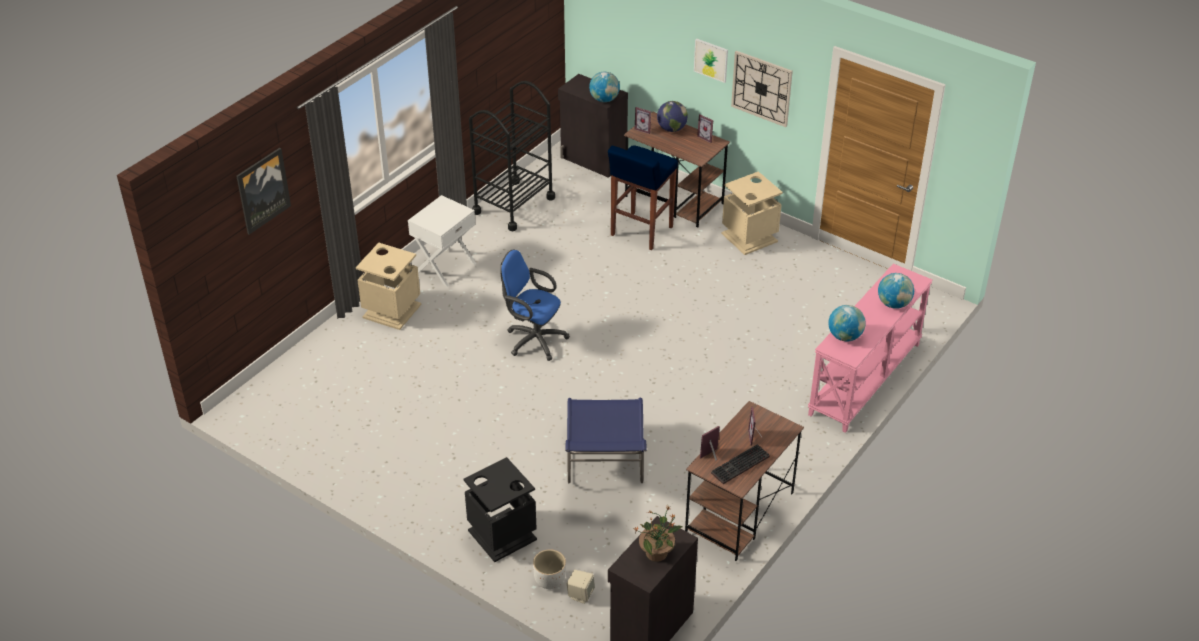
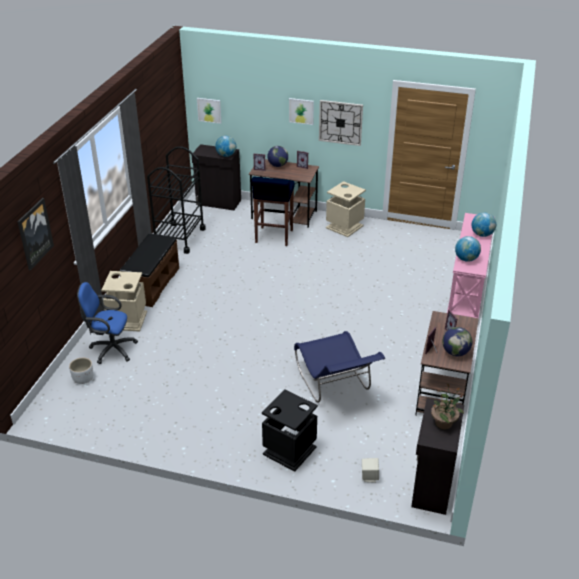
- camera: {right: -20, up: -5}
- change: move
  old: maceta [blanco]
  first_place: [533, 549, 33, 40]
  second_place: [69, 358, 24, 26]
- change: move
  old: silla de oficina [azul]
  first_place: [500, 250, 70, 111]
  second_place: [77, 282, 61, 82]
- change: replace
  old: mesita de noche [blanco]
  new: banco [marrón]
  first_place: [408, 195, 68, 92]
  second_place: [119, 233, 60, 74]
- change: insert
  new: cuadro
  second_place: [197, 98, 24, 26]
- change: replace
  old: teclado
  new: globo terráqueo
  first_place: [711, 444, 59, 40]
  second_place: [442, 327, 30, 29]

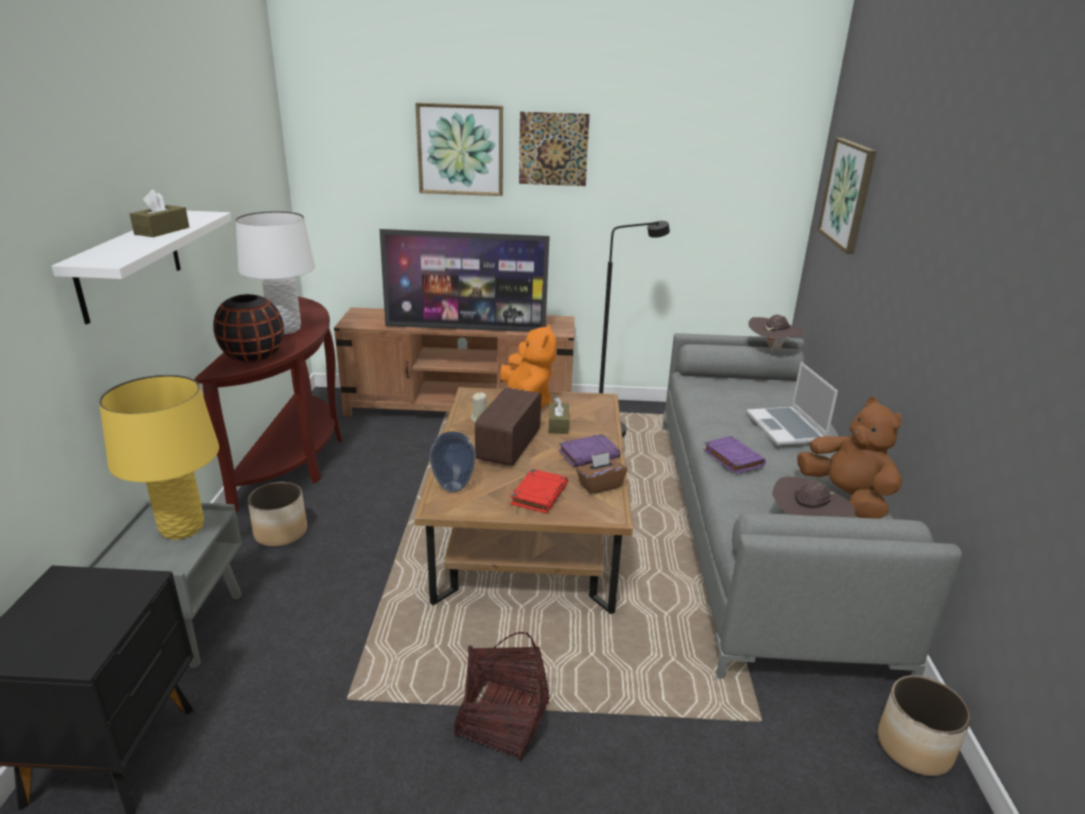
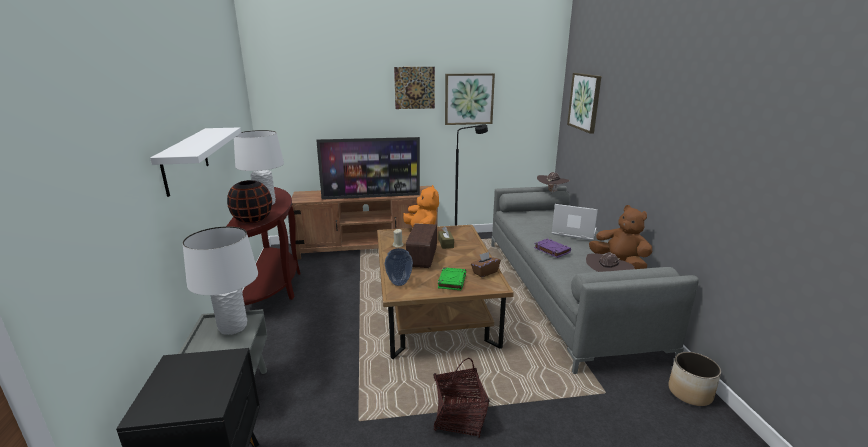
- camera: {right: -10, up: -5}
- change: recolor
  old: lámpara de mesa [amarillo]
  new: lámpara de mesa [blanco]
  first_place: [99, 375, 120, 165]
  second_place: [183, 226, 75, 109]
- change: recolor
  old: libro [rojo]
  new: libro [verde]
  first_place: [510, 469, 58, 44]
  second_place: [438, 267, 28, 23]
- change: move
  old: cuadro
  first_place: [415, 103, 88, 93]
  second_place: [445, 73, 50, 52]
- change: rotate
  old: portátil
  first_place: [746, 362, 92, 83]
  second_place: [552, 204, 46, 36]
  degrees: 135
- change: delete
  old: caja de pañuelos [marrón]
  first_place: [130, 190, 59, 47]
- change: delete
  old: maceta
  first_place: [248, 482, 59, 64]
- change: delete
  old: libro [morado]
  first_place: [559, 434, 61, 33]

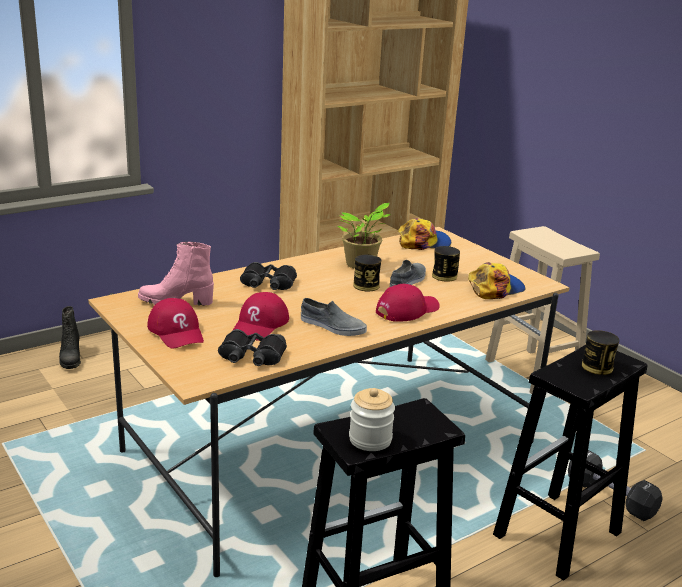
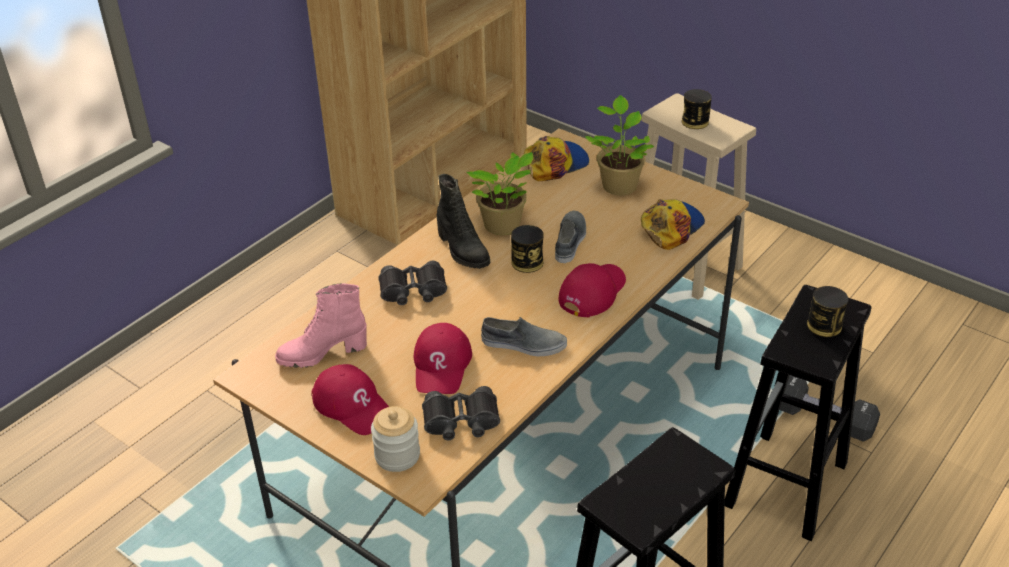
- camera: {right: -15, up: 15}
- change: move
  old: tarro
  first_place: [349, 388, 46, 63]
  second_place: [371, 406, 49, 66]
- change: move
  old: bota [negro]
  first_place: [59, 306, 22, 63]
  second_place: [437, 174, 53, 95]
- change: insert
  new: planta en maceta
  second_place: [585, 95, 69, 100]
- change: move
  old: lata
  first_place: [432, 246, 28, 36]
  second_place: [681, 89, 31, 40]

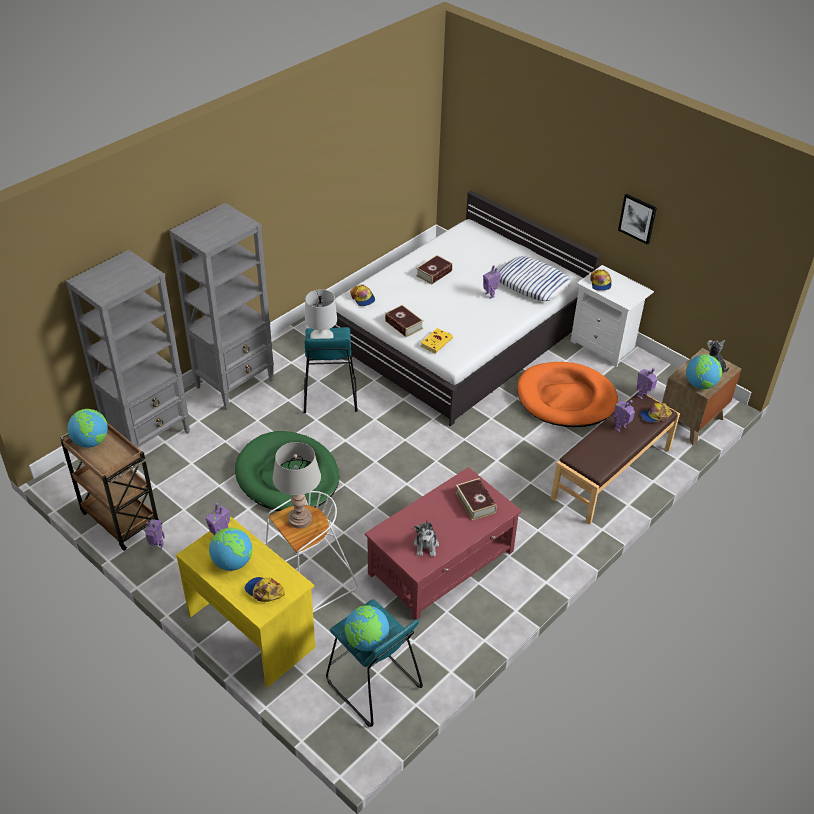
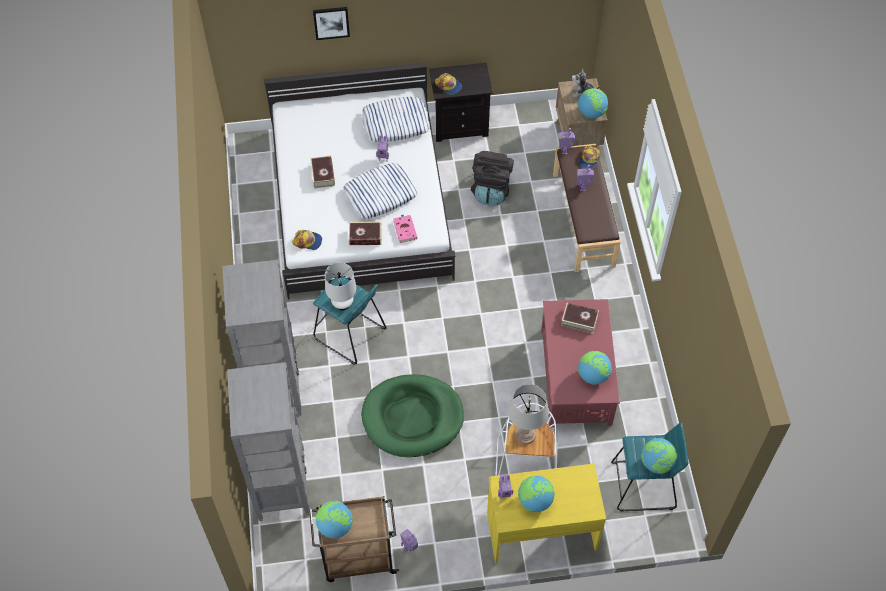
- camera: {right: -50, up: 15}
- change: move
  old: cuadro
  first_place: [618, 194, 39, 51]
  second_place: [313, 7, 37, 33]
- change: insert
  new: cojín
  second_place: [344, 163, 73, 56]
- change: recolor
  old: libro [amarillo]
  new: libro [rosa]
  first_place: [420, 328, 33, 25]
  second_place: [393, 215, 25, 28]
- change: recolor
  old: mesita de noche [blanco]
  new: mesita de noche [negro]
  first_place: [570, 265, 84, 102]
  second_place: [429, 63, 64, 79]
- change: replace
  old: cama para perro [naranja]
  new: mochila [negro]
  first_place: [517, 362, 101, 65]
  second_place: [471, 151, 43, 55]
- change: replace
  old: peluche
  new: globo terráqueo
  first_place: [414, 520, 25, 37]
  second_place: [578, 351, 34, 34]
- change: delete
  old: gorra
  first_place: [244, 577, 41, 25]

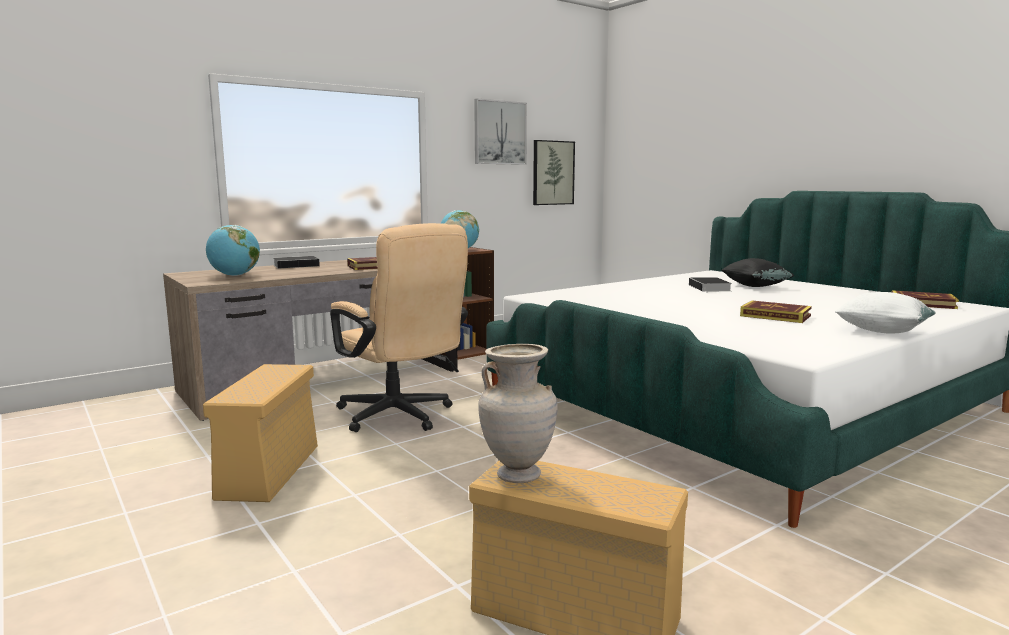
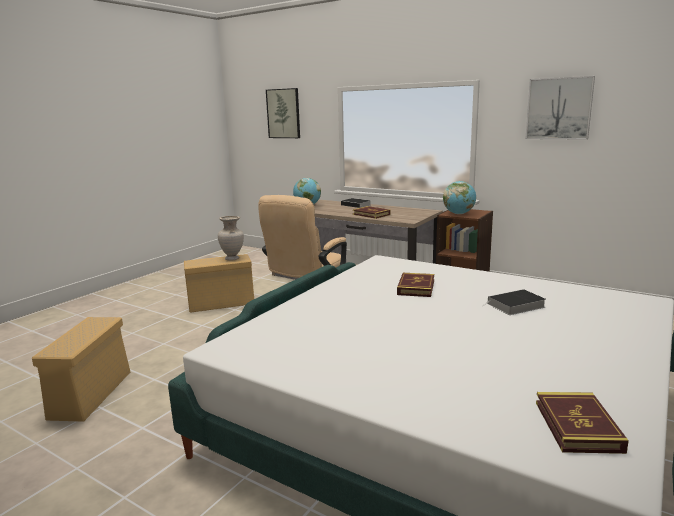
- camera: {right: 70, up: 5}
- change: move
  old: florero [beis]
  first_place: [478, 344, 80, 139]
  second_place: [218, 216, 26, 44]
- change: move
  old: cuadro
  first_place: [533, 140, 42, 65]
  second_place: [266, 88, 34, 50]
- change: move
  old: libro
  first_place: [740, 301, 72, 22]
  second_place: [397, 273, 37, 24]
- change: delete
  old: cojín [negro]
  first_place: [721, 258, 74, 29]
- change: delete
  old: cojín [blanco]
  first_place: [835, 292, 101, 41]

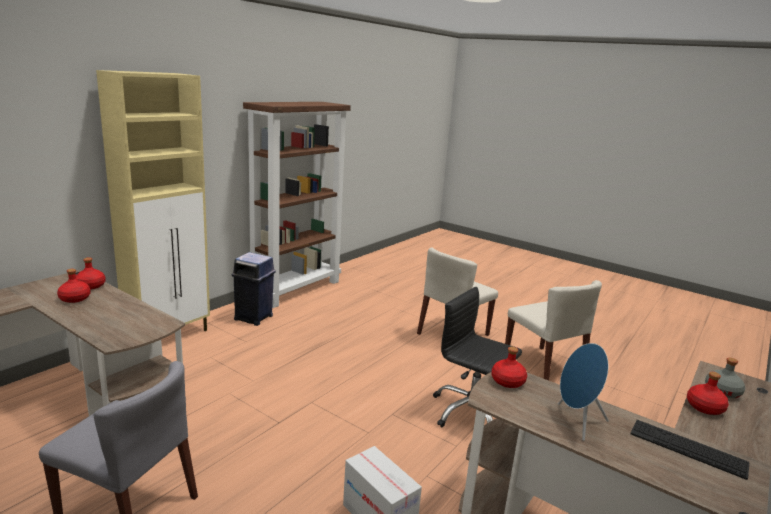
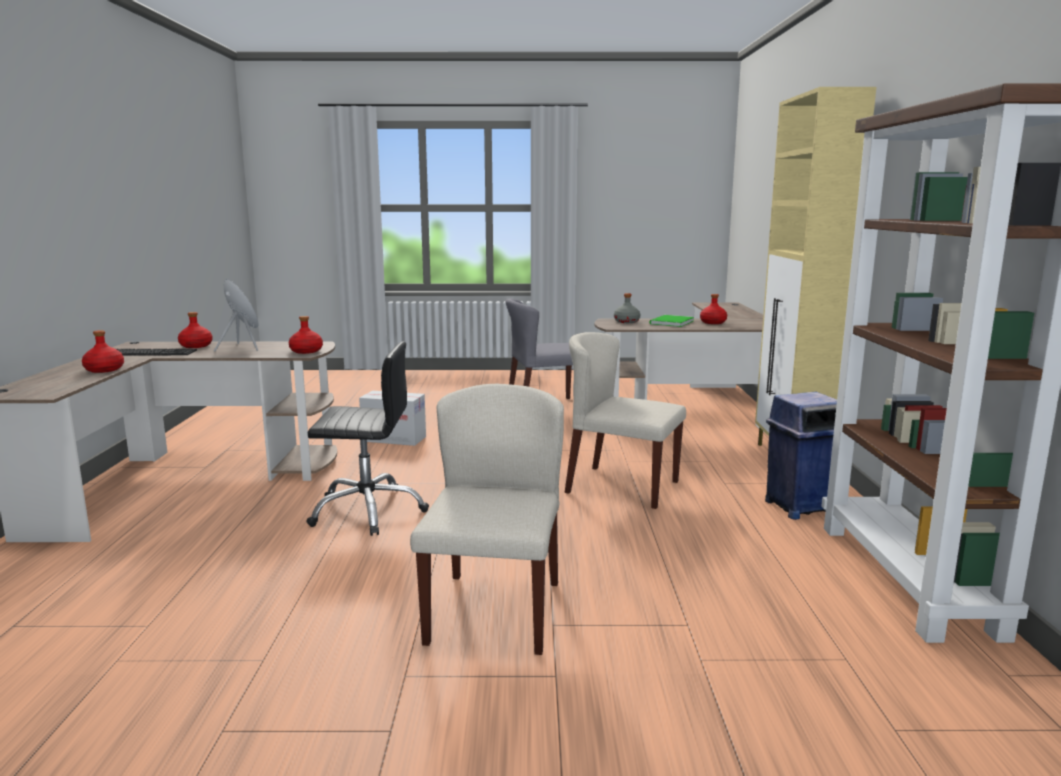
- camera: {right: 145, up: -5}
- change: move
  old: botella [rojo]
  first_place: [76, 258, 30, 32]
  second_place: [178, 312, 35, 36]
- change: move
  old: silla [beis]
  first_place: [505, 280, 97, 100]
  second_place: [565, 332, 121, 177]
- change: move
  old: botella [gris]
  first_place: [705, 358, 40, 40]
  second_place: [614, 293, 26, 30]
- change: insert
  new: libro [verde]
  second_place: [650, 315, 44, 12]

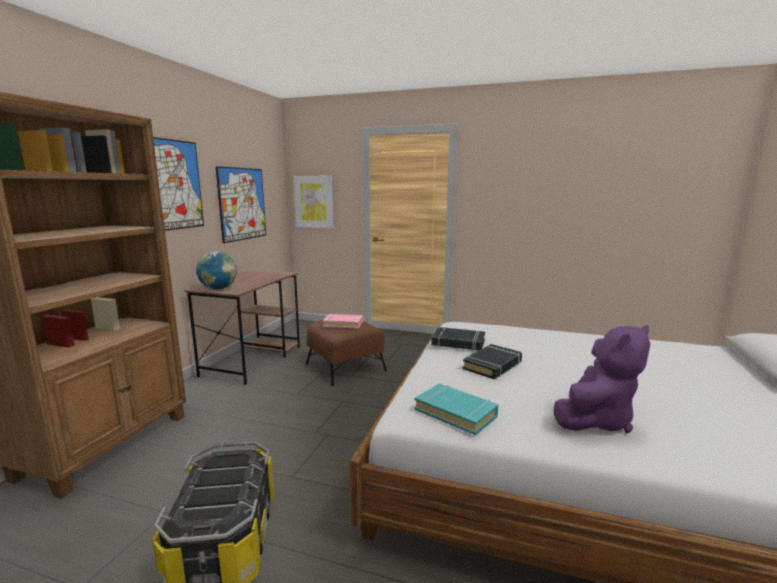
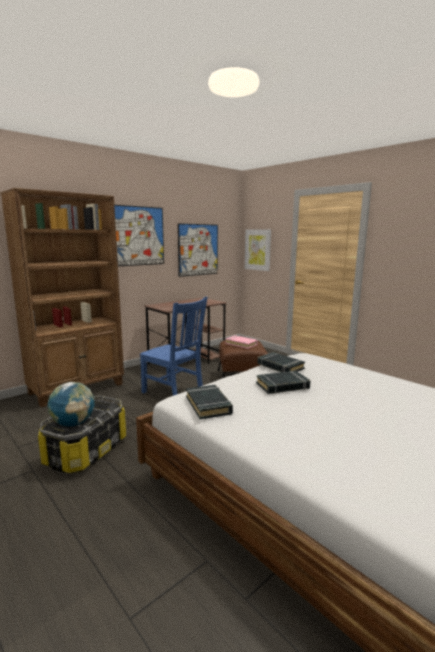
- camera: {right: 30, up: 0}
- change: move
  old: globo terráqueo
  first_place: [196, 252, 41, 38]
  second_place: [48, 382, 47, 45]
- change: insert
  new: silla [azul]
  second_place: [140, 297, 68, 99]
- change: recolor
  old: libro [turquesa]
  new: libro [negro]
  first_place: [414, 383, 84, 52]
  second_place: [186, 385, 47, 34]
- change: delete
  old: peluche [morado]
  first_place: [554, 325, 96, 108]

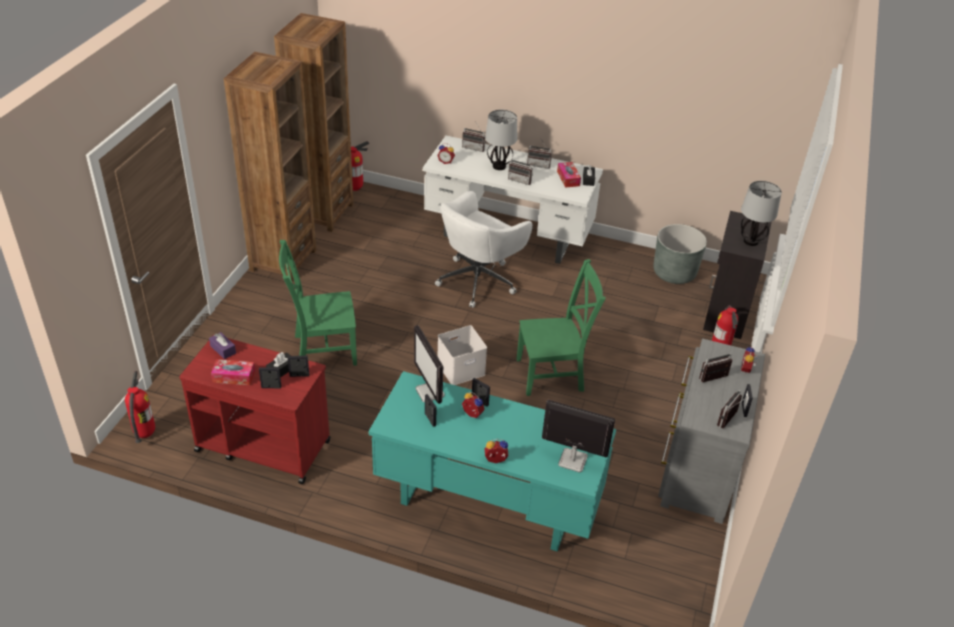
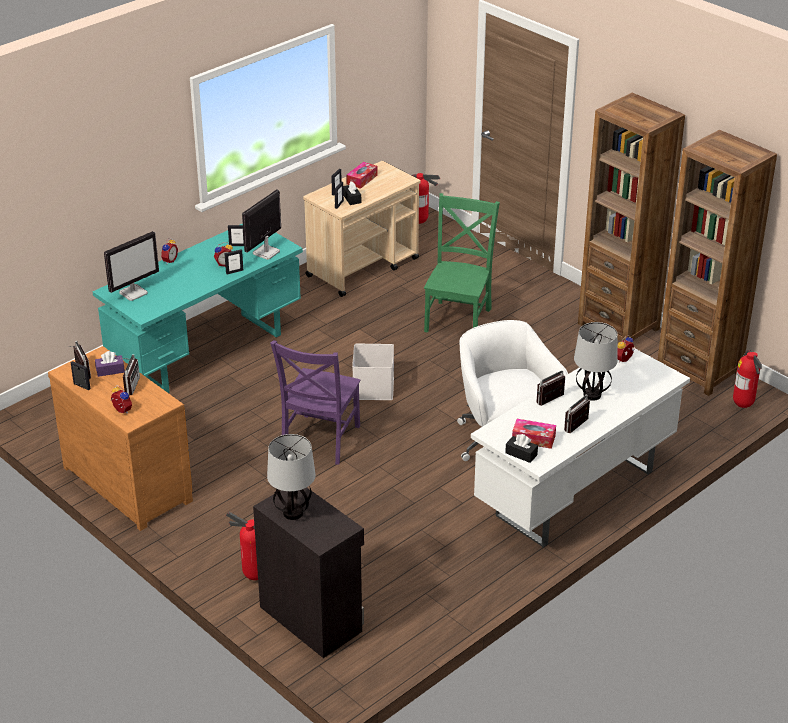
- camera: {right: 120, up: -5}
- change: recolor
  old: cómoda [gris]
  new: cómoda [marrón]
  first_place: [658, 339, 107, 185]
  second_place: [48, 346, 145, 185]
- change: move
  old: caja de pañuelos [morado]
  first_place: [209, 332, 27, 27]
  second_place: [95, 351, 30, 26]
- change: rotate
  old: monitor
  first_place: [414, 325, 31, 79]
  second_place: [242, 190, 39, 70]
  degrees: -60
- change: recolor
  old: silla [verde]
  new: silla [morado]
  first_place: [517, 259, 89, 137]
  second_place: [270, 340, 91, 124]
- change: recolor
  old: carrito [rojo]
  new: carrito [beis]
  first_place: [179, 335, 152, 149]
  second_place: [303, 161, 118, 136]
- change: delete
  old: radio
  first_place: [462, 121, 24, 31]
- change: delete
  old: maceta [gris]
  first_place: [653, 224, 54, 60]

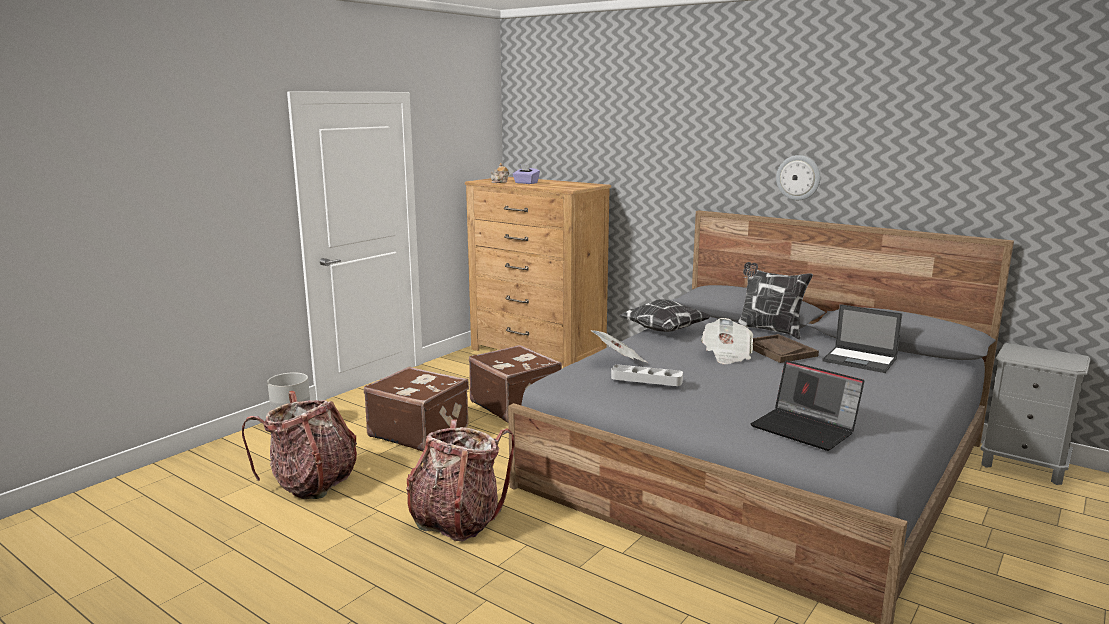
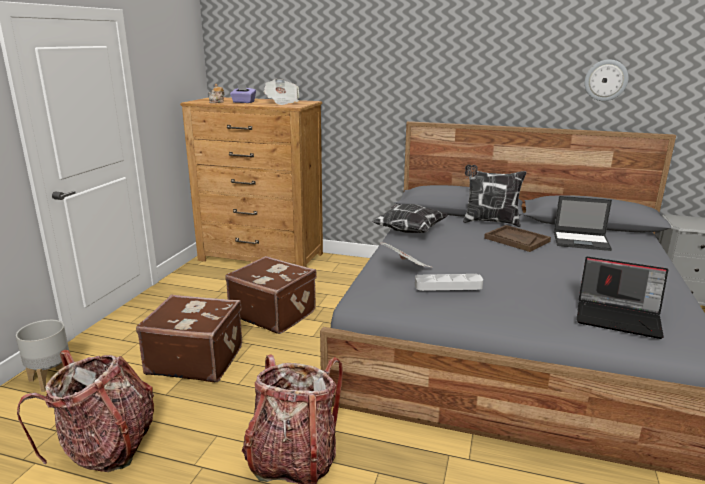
- camera: {right: -20, up: 5}
- change: move
  old: periódico
  first_place: [701, 318, 52, 46]
  second_place: [263, 79, 36, 26]
- change: move
  old: reloj de pared
  first_place: [776, 155, 44, 45]
  second_place: [584, 59, 45, 42]

